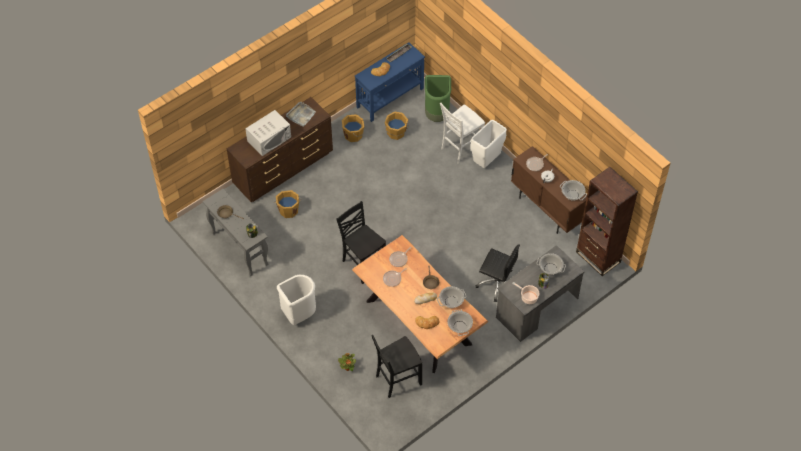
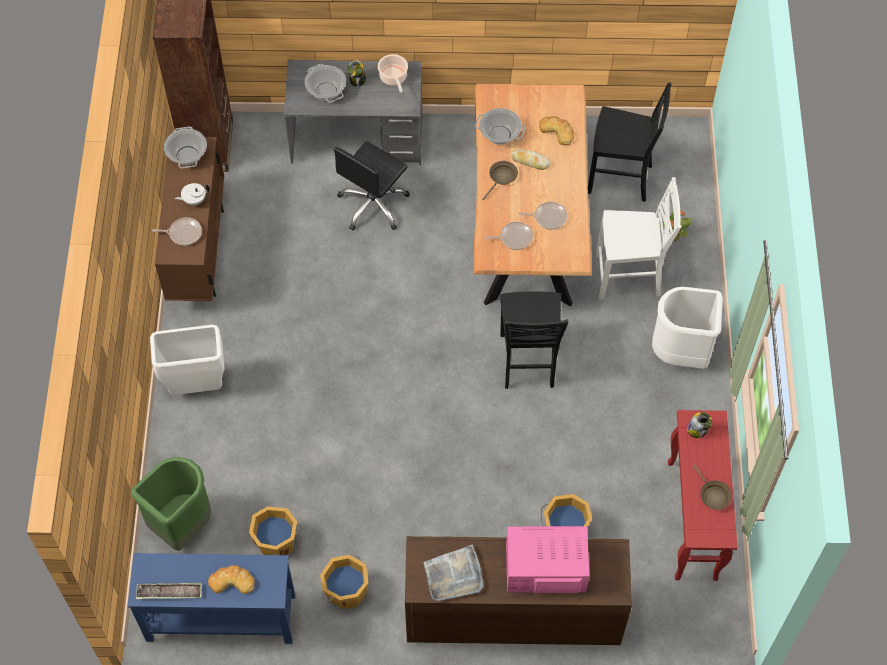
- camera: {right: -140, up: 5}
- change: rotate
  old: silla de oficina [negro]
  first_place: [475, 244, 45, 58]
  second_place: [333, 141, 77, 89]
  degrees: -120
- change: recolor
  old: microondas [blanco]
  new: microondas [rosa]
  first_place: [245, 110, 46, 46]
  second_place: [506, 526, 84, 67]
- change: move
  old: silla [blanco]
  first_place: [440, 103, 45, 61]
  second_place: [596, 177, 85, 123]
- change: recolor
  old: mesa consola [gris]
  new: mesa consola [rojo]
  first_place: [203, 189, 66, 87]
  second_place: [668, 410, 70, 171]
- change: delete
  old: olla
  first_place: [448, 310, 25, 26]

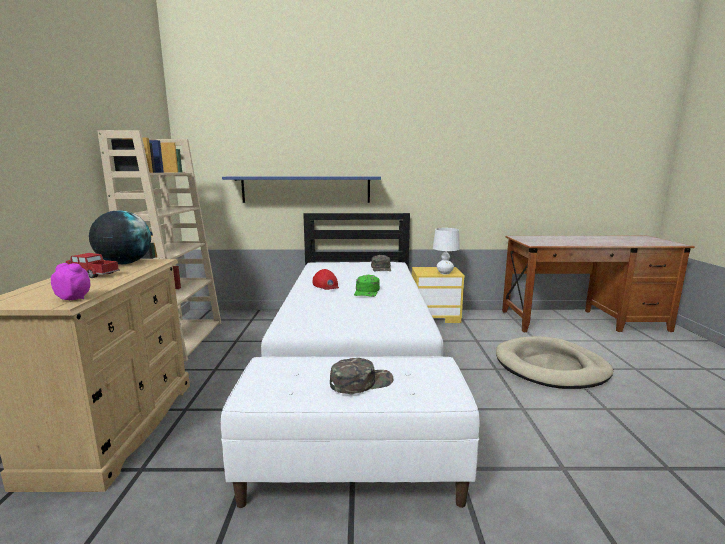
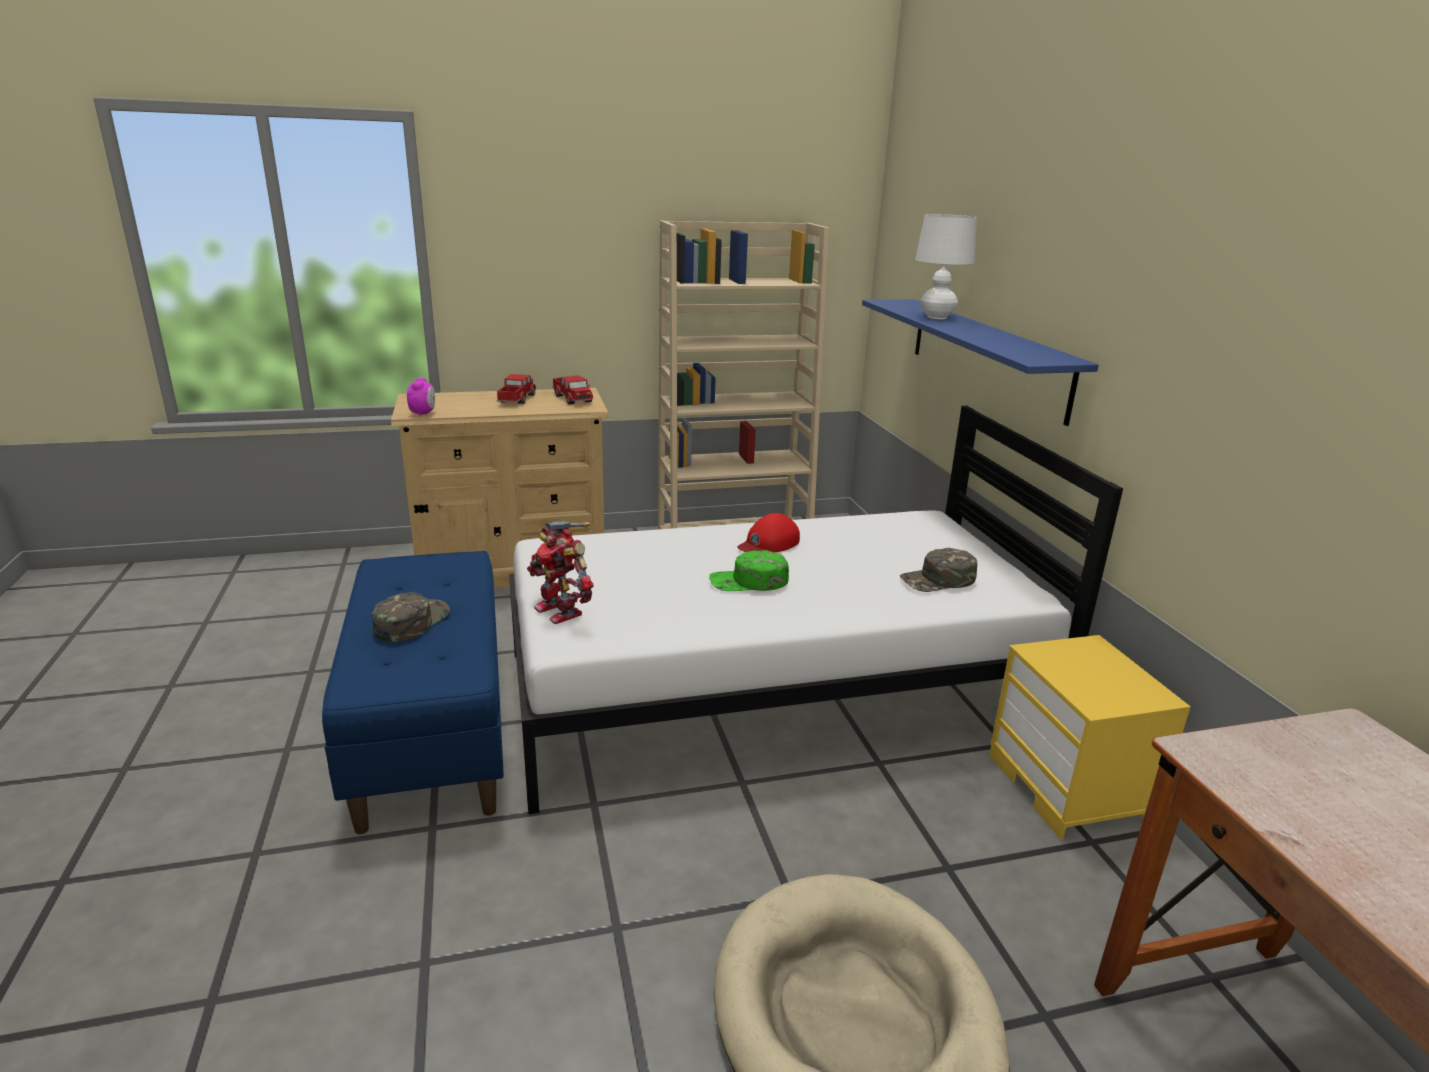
- camera: {right: 75, up: 10}
- change: recolor
  old: banco [blanco]
  new: banco [azul]
  first_place: [221, 356, 259, 152]
  second_place: [322, 551, 182, 283]
- change: rotate
  old: gorra [verde]
  first_place: [330, 358, 63, 36]
  second_place: [372, 592, 78, 50]
  degrees: -120
- change: insert
  new: robot de juguete
  second_place: [527, 521, 67, 103]
- change: replace
  old: globo terráqueo
  new: camión de juguete
  first_place: [89, 210, 62, 54]
  second_place: [552, 375, 41, 30]
- change: move
  old: lámpara de mesa [blanco]
  first_place: [433, 228, 27, 47]
  second_place: [915, 214, 62, 105]

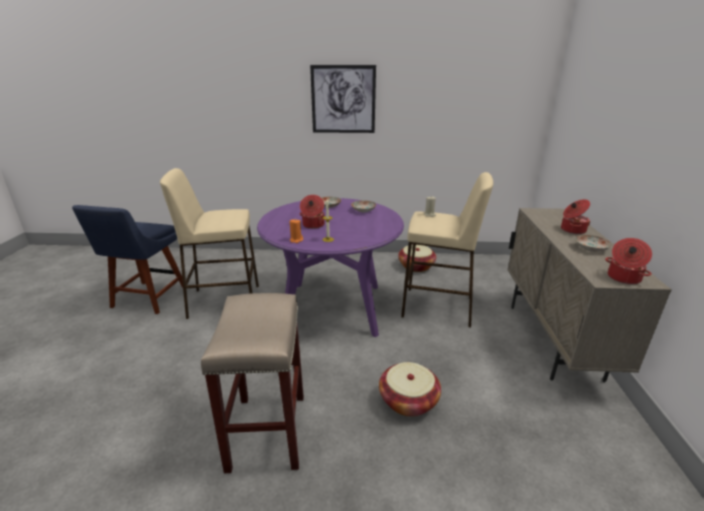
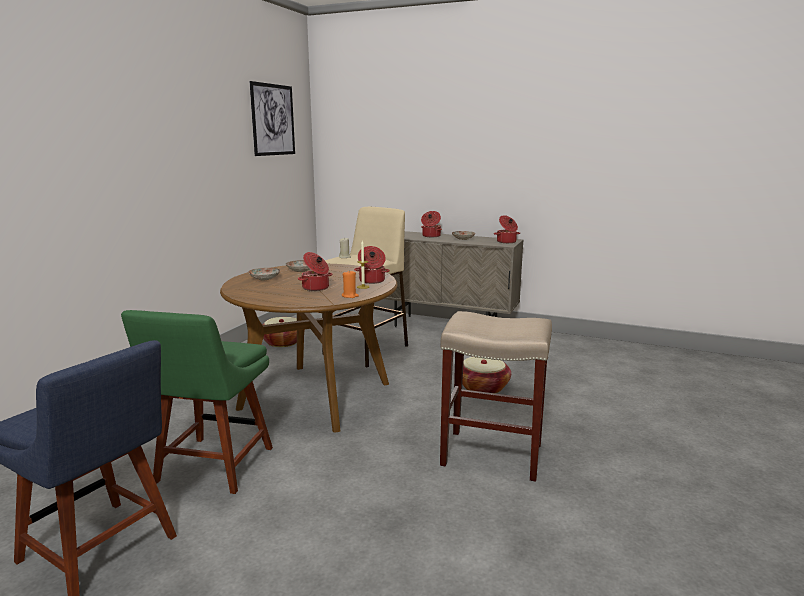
- camera: {right: -70, up: -10}
- change: replace
  old: taburete [beis]
  new: silla [verde]
  first_place: [160, 168, 99, 151]
  second_place: [121, 310, 152, 184]
- change: recolor
  old: mesa de comedor [morado]
  new: mesa de comedor [marrón]
  first_place: [257, 198, 147, 139]
  second_place: [220, 264, 178, 169]
- change: move
  old: cuadro
  first_place: [310, 65, 66, 68]
  second_place: [249, 81, 46, 75]
- change: insert
  new: olla
  second_place: [354, 246, 36, 38]

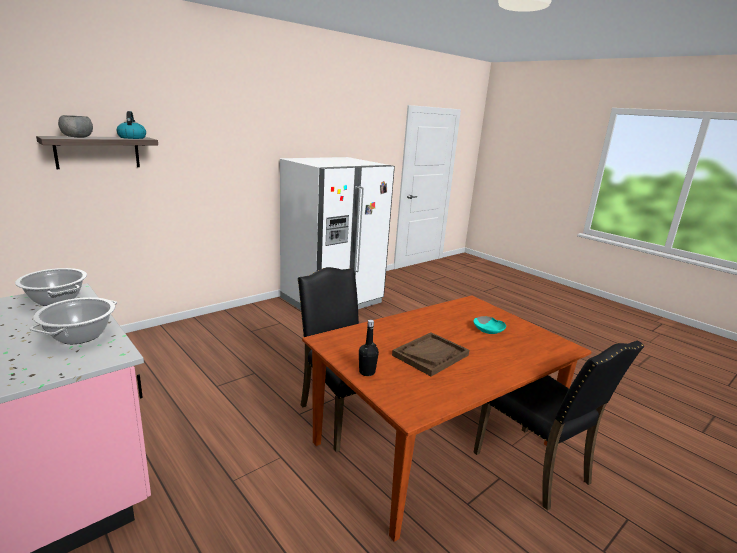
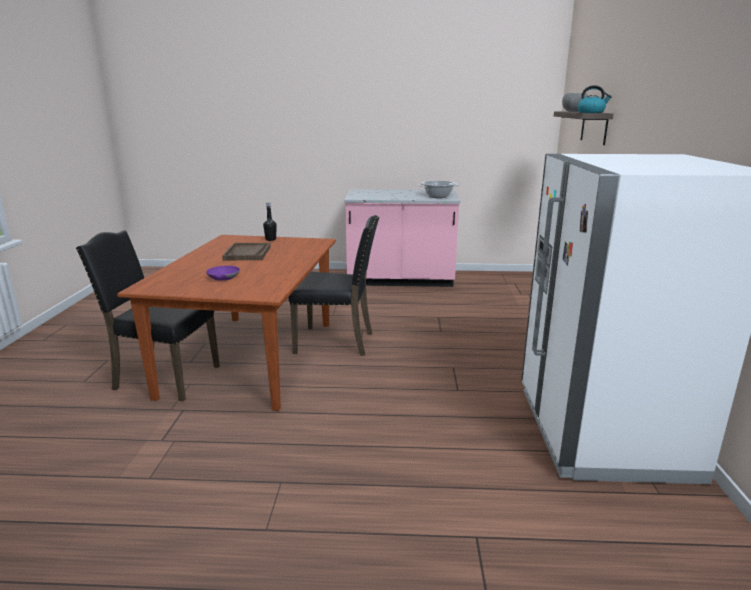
- camera: {right: 135, up: 0}
- change: recolor
  old: cuenco [turquesa]
  new: cuenco [morado]
  first_place: [474, 316, 32, 18]
  second_place: [206, 266, 34, 15]
- change: delete
  old: olla
  first_place: [29, 297, 88, 47]

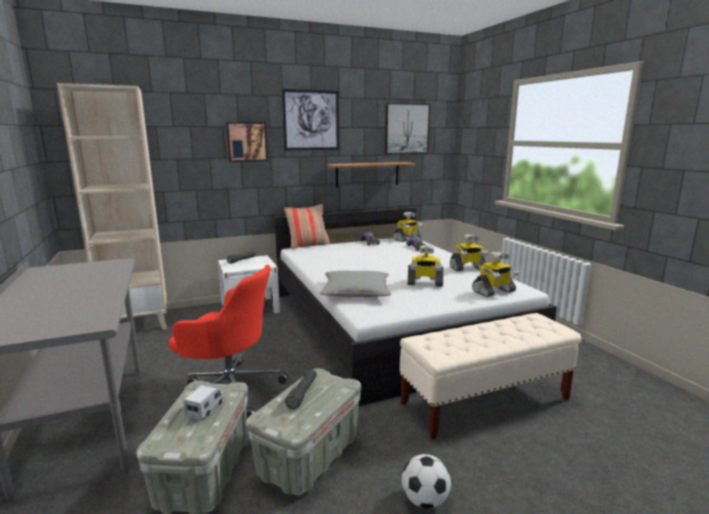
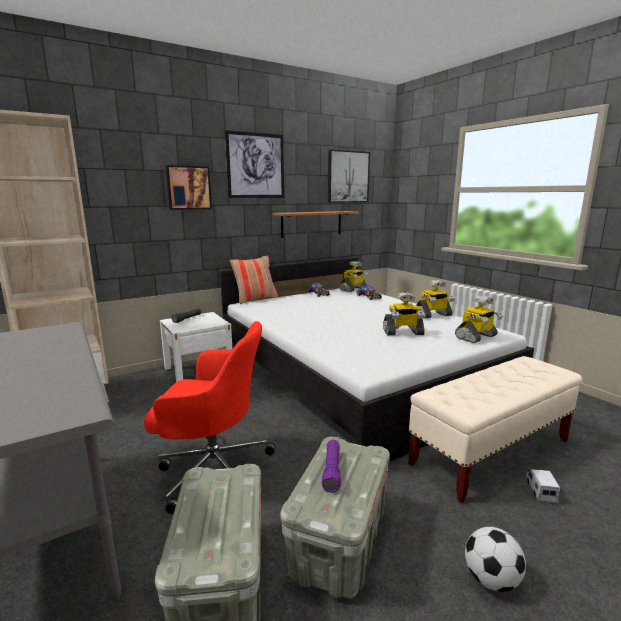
- camera: {right: -10, up: 0}
- change: recolor
  old: linterna [negro]
  new: linterna [morado]
  first_place: [285, 369, 32, 40]
  second_place: [322, 439, 19, 54]
- change: move
  old: camión de juguete
  first_place: [184, 385, 41, 35]
  second_place: [526, 469, 34, 34]
- change: delete
  old: cojín [gris]
  first_place: [320, 271, 71, 26]

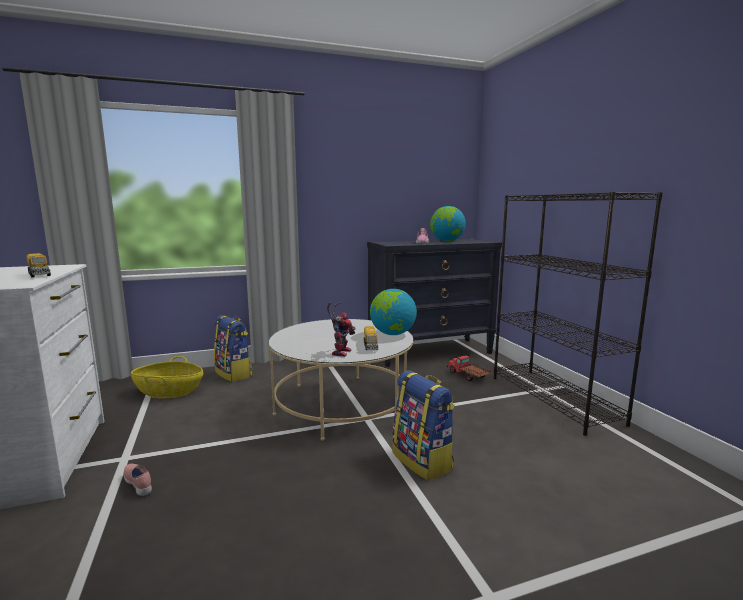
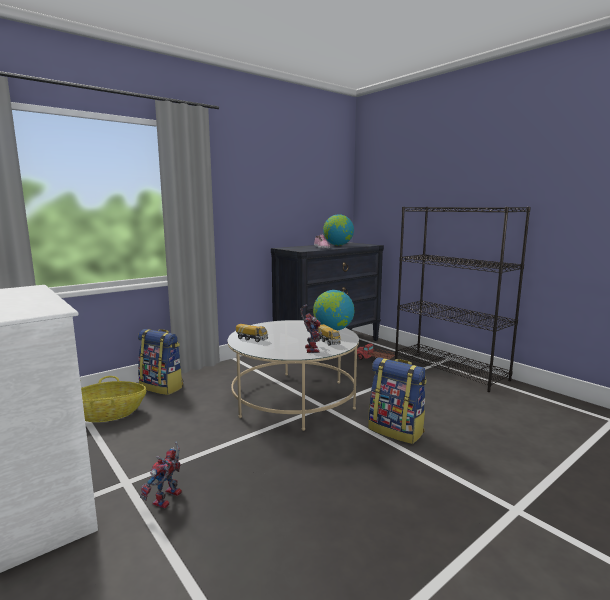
- camera: {right: -20, up: 0}
- change: replace
  old: zapato [rosa]
  new: robot de juguete
  first_place: [124, 464, 28, 32]
  second_place: [140, 442, 42, 66]
- change: move
  old: camión de juguete
  first_place: [27, 253, 24, 24]
  second_place: [236, 324, 32, 18]

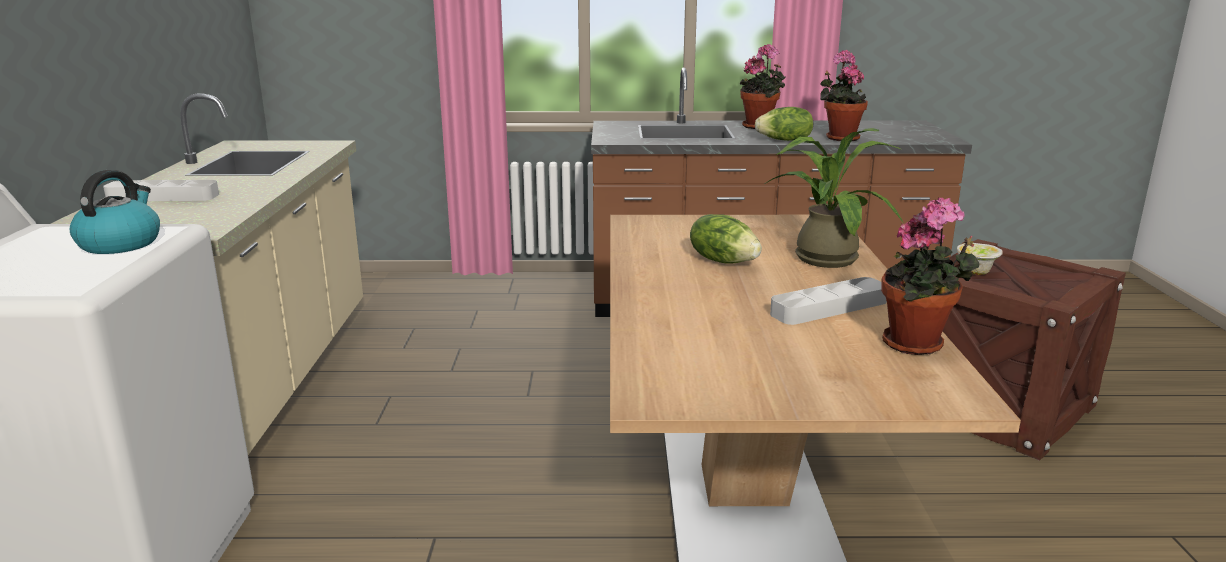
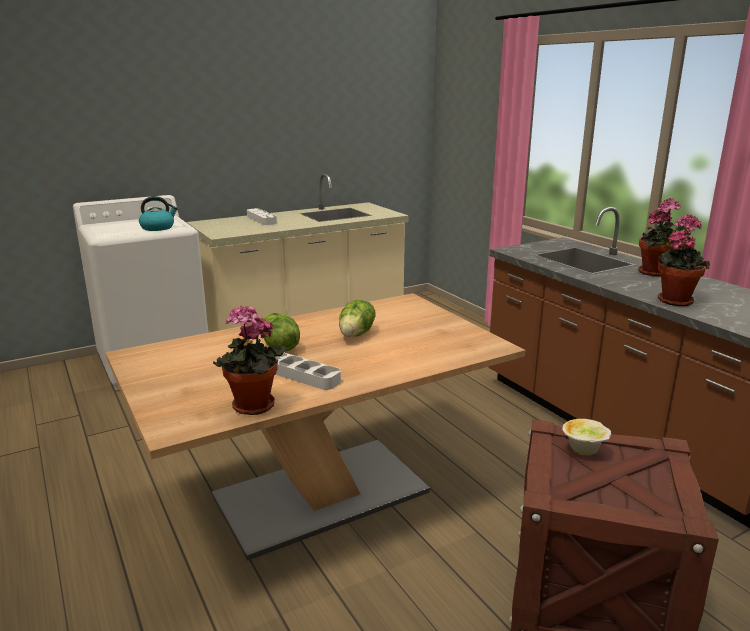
- camera: {right: 60, up: 0}
- change: move
  old: lechuga
  first_place: [755, 107, 58, 34]
  second_place: [264, 313, 36, 39]
- change: delete
  old: planta en maceta
  first_place: [765, 128, 138, 140]

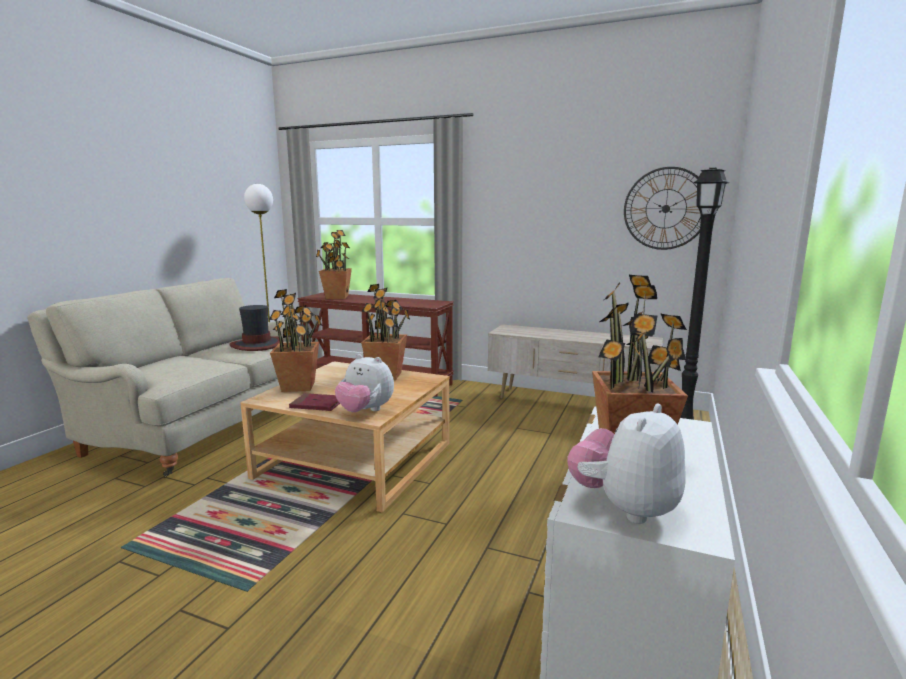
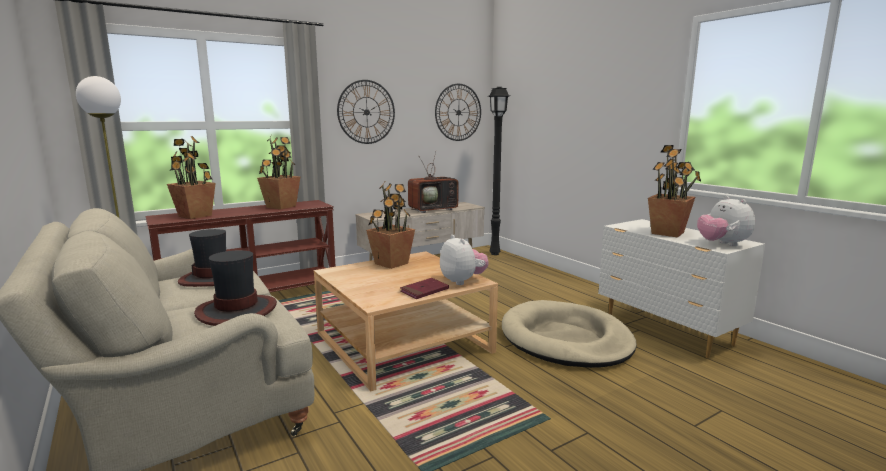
- camera: {right: -55, up: 0}
- change: insert
  new: sombrero
  second_place: [194, 250, 83, 76]
- change: move
  old: planta en maceta
  first_place: [269, 289, 53, 103]
  second_place: [257, 135, 43, 74]
- change: insert
  new: reloj de pared
  second_place: [337, 80, 58, 64]
- change: insert
  new: televisor
  second_place: [408, 152, 51, 61]
- change: rotate
  old: peluche
  first_place: [335, 354, 59, 58]
  second_place: [440, 235, 49, 50]
  degrees: -90
- change: insert
  new: cama para perro [beis]
  second_place: [502, 300, 135, 68]

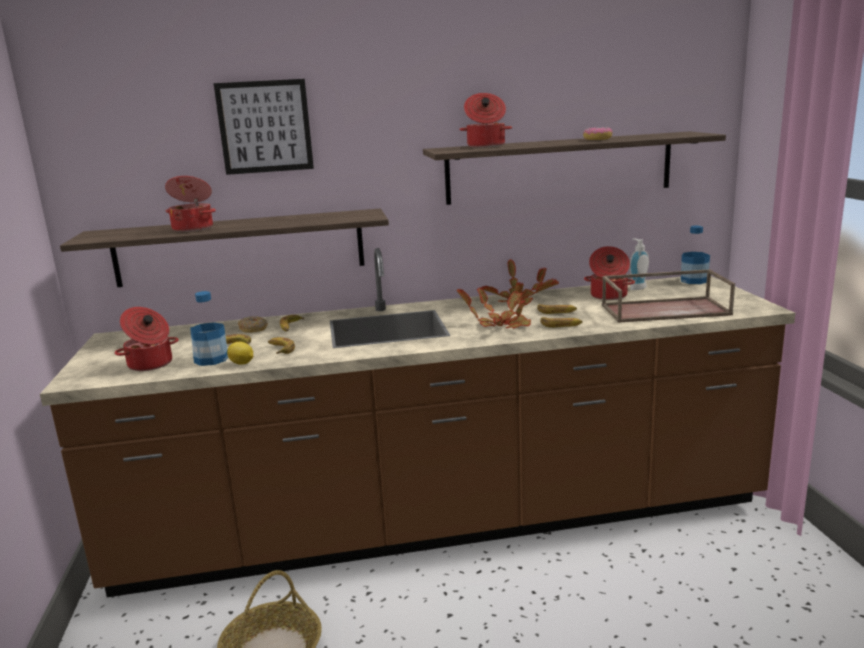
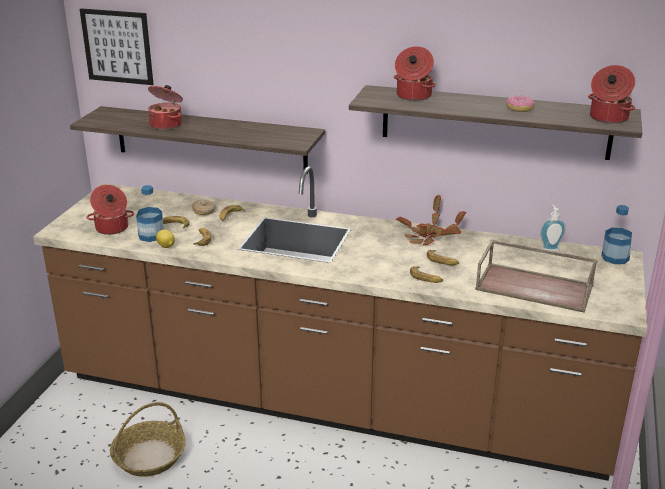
- camera: {right: 25, up: 10}
- change: move
  old: cuadro
  first_place: [214, 79, 100, 96]
  second_place: [80, 8, 74, 77]
- change: move
  old: olla
  first_place: [584, 246, 51, 54]
  second_place: [588, 65, 47, 59]
- change: delete
  old: planta en maceta
  first_place: [456, 288, 75, 40]

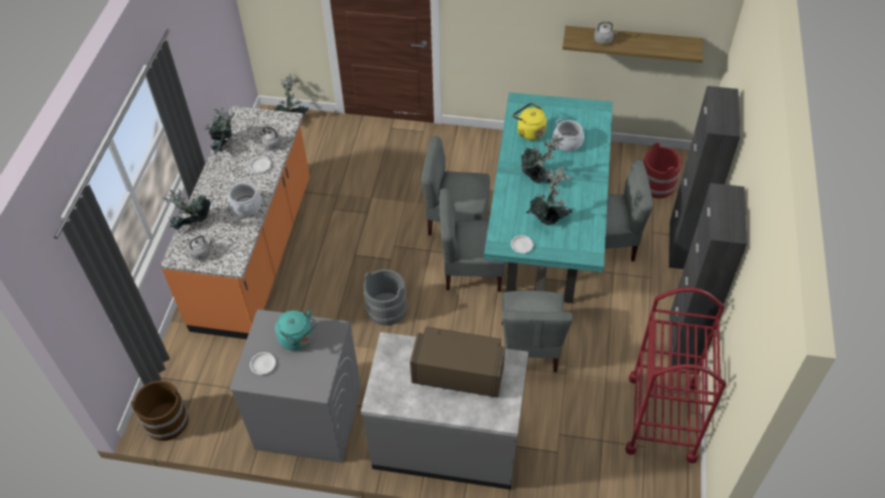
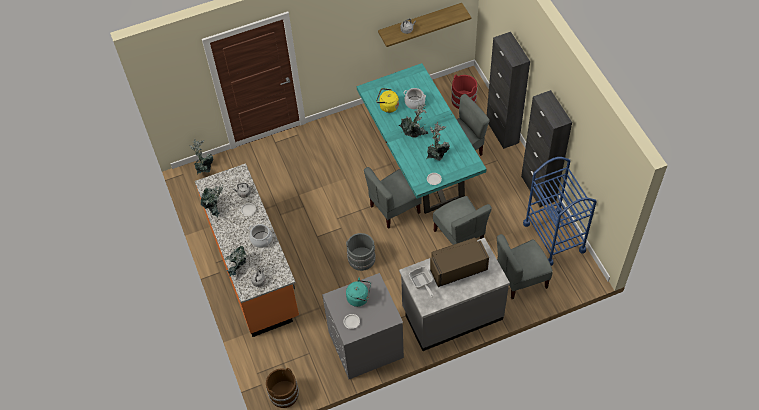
- camera: {right: -30, up: 5}
- change: insert
  new: sartén
  second_place: [409, 266, 24, 32]
- change: move
  old: silla [gris]
  first_place: [421, 136, 69, 99]
  second_place: [497, 234, 56, 65]
- change: recolor
  old: carrito [rojo]
  new: carrito [azul]
  first_place: [625, 287, 101, 177]
  second_place: [523, 157, 74, 109]

